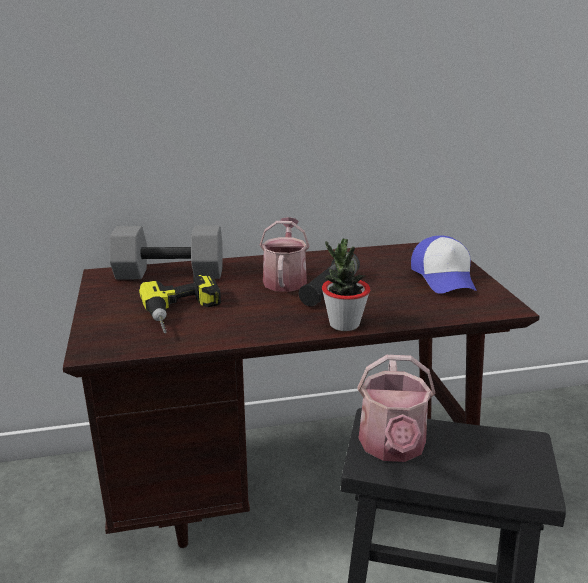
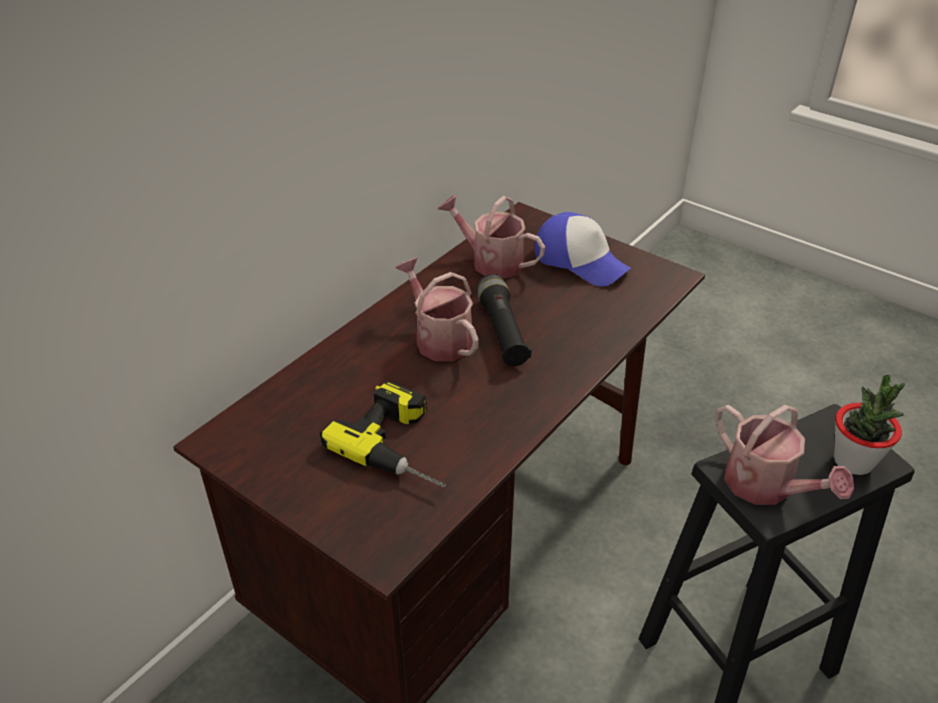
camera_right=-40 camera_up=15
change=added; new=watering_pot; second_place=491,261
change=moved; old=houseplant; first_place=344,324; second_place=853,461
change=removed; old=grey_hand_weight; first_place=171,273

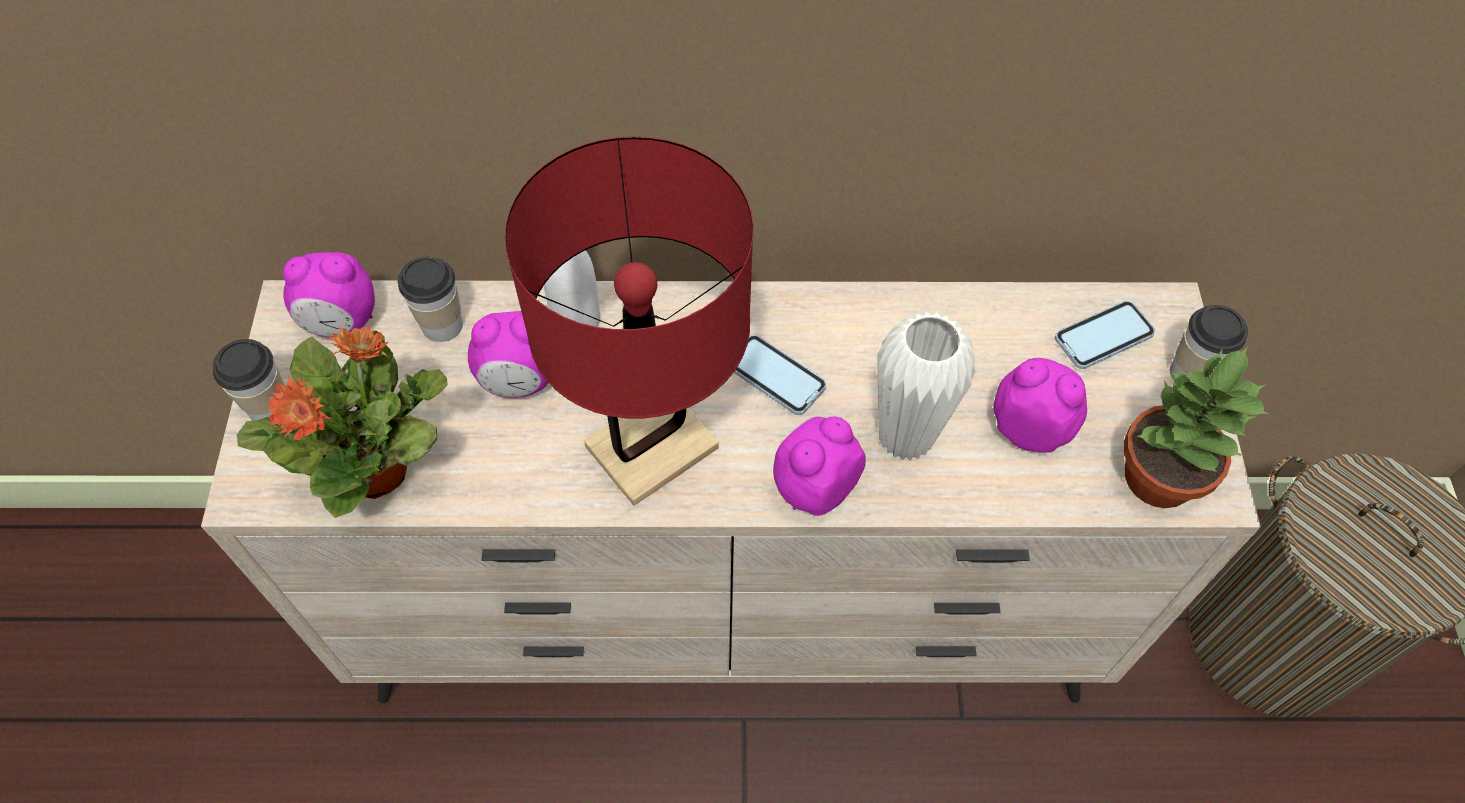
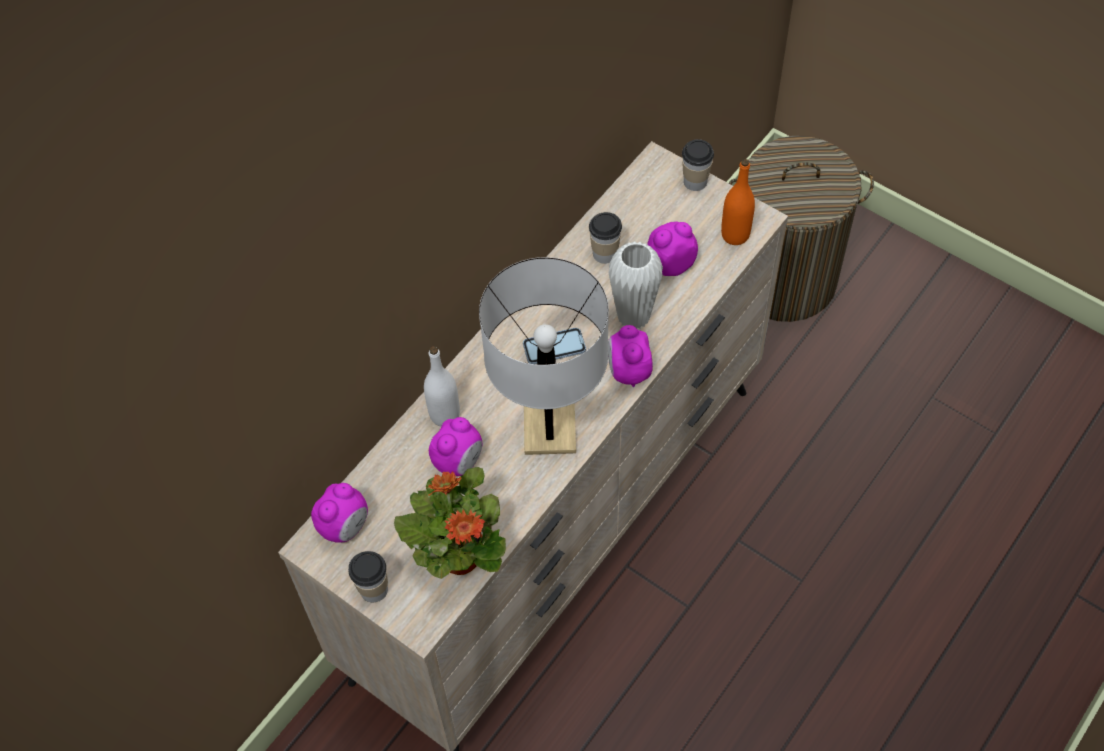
camera_right=-50 camera_up=0
change=recoloured; old=red-coloured_lamp_for_a_table; new=whitish_lamp_for_a_table; first_place=652,448; second_place=550,426
change=moved; old=cup; first_place=442,325; second_place=605,253
change=replaced; old=houseplant; new=orangey_beverage_bottle; first_place=1157,478; second_place=735,235
change=removed; old=handset; first_place=1103,337

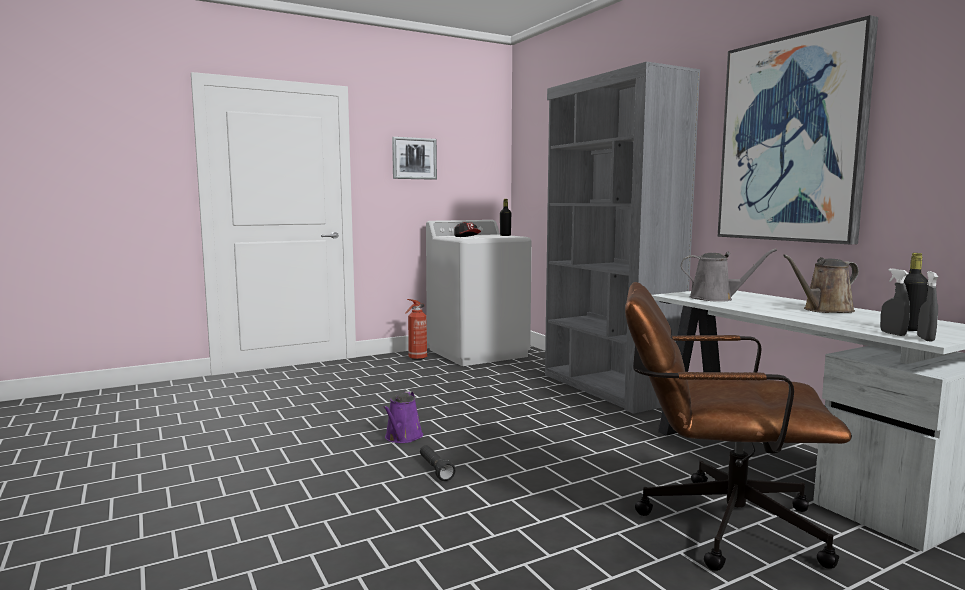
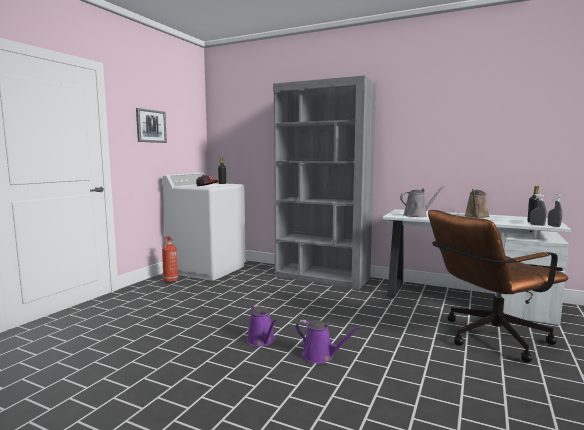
camera_right=-35 camera_up=0
change=replaced; old=black_flashlight; new=purple_watering_pot; first_place=435,470; second_place=321,356
change=removed; old=wall_picture; first_place=791,140

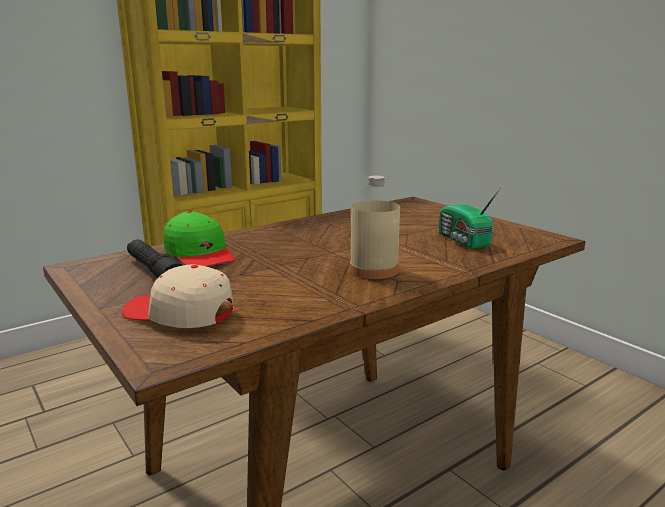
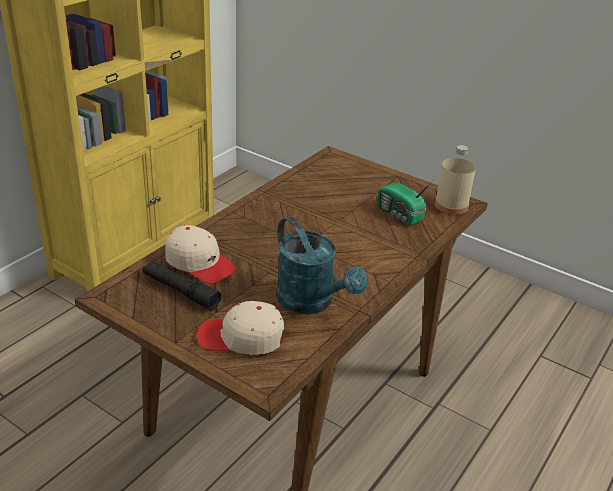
camera_right=-20 camera_up=15
change=recoloured; old=green_baseball_cap; new=beige-coloured_baseball_cap; first_place=200,254; second_place=200,263
change=added; new=turquoise-coloured_watering_pot; second_place=311,302
change=moved; old=beige-coloured_beverage_bottle; first_place=374,270; second_place=451,205

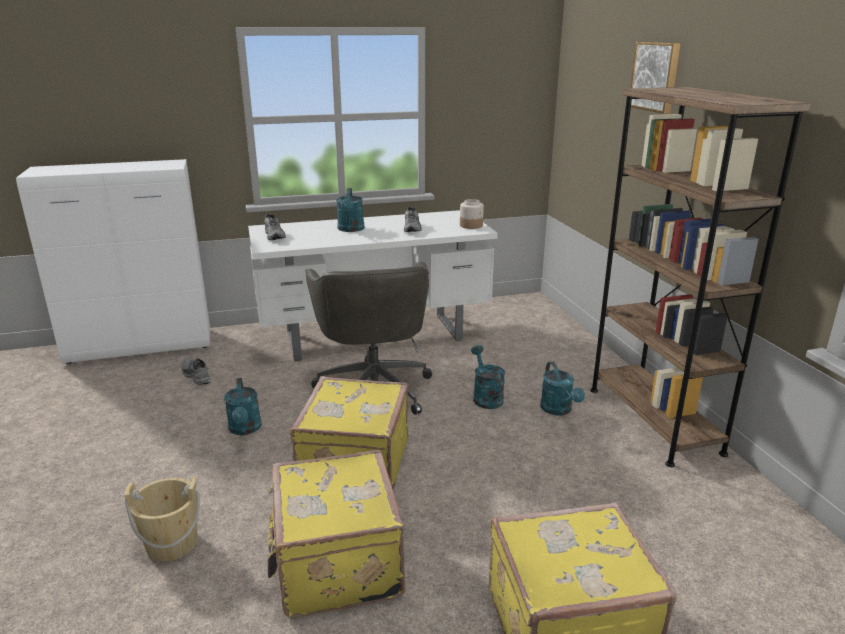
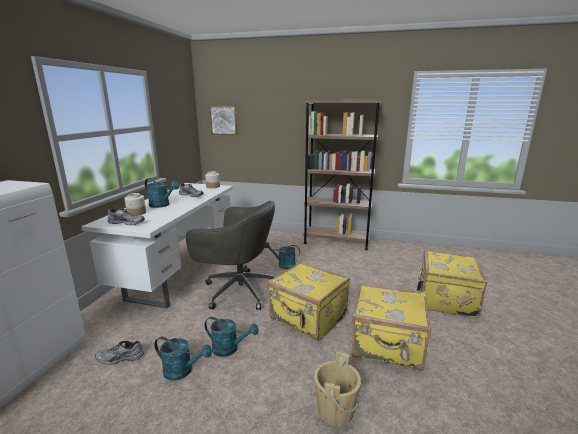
camera_right=-60 camera_up=-5
change=added; new=preserve_jar; second_place=136,213
change=moved; old=turquoise-coloured_watering_pot; first_place=559,410; second_place=183,371
change=moved; old=wall_picture; first_place=656,76; second_place=224,120

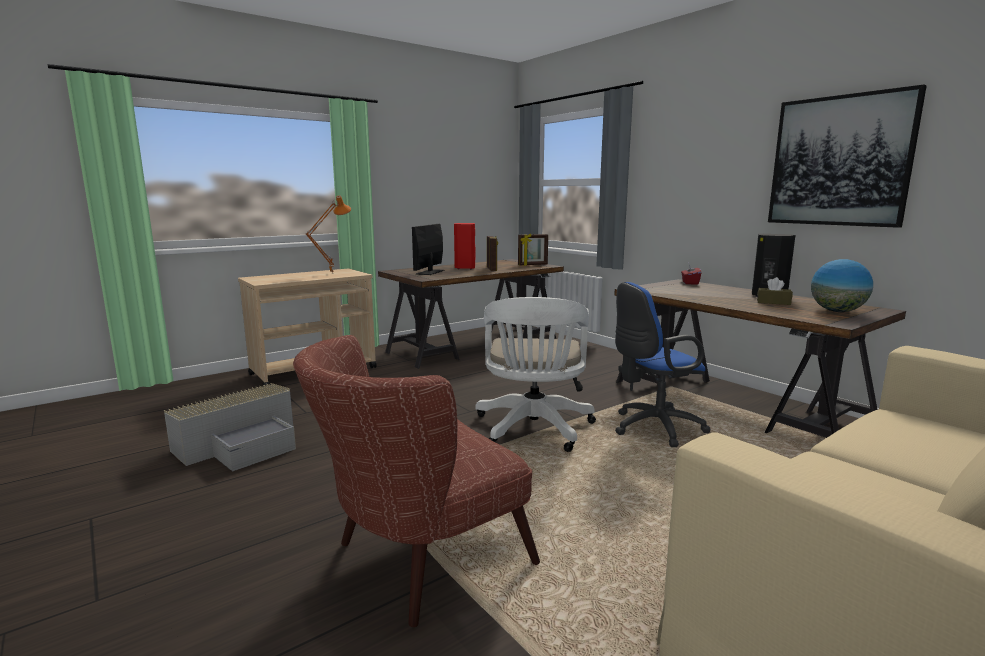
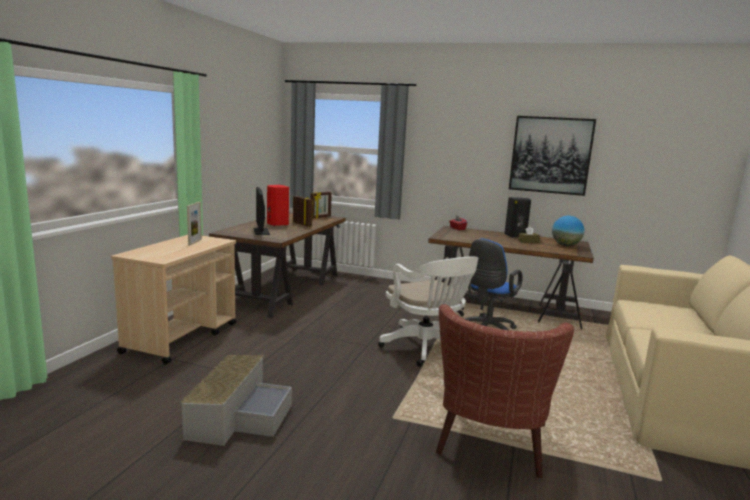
camera_right=-35 camera_up=0
change=replaced; old=orangey_lamp_for_a_table; new=standing_frame; first_place=331,273; second_place=195,242

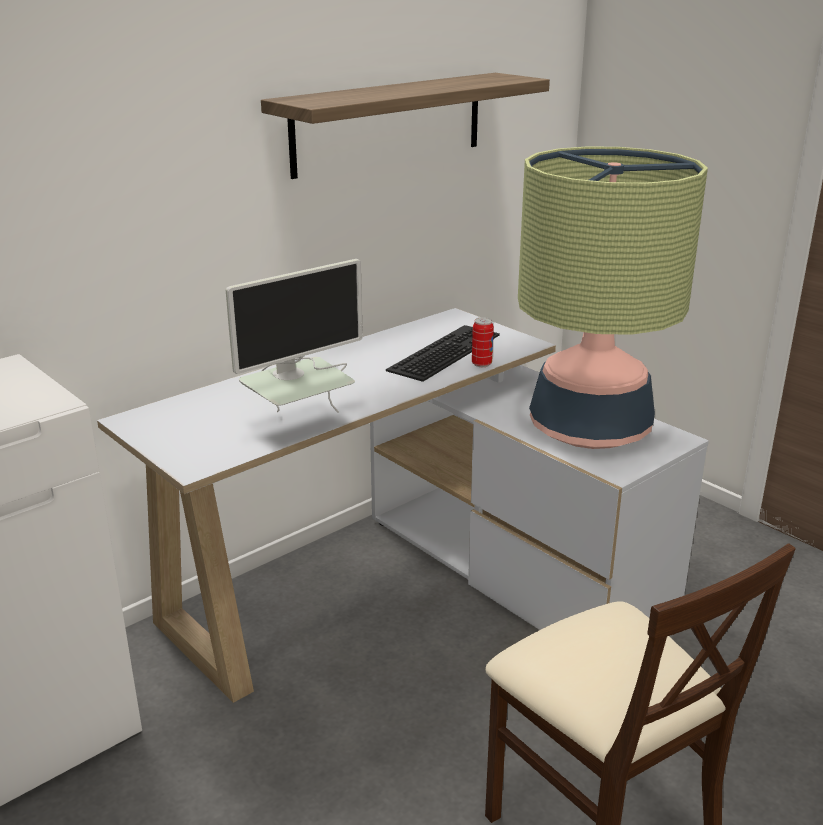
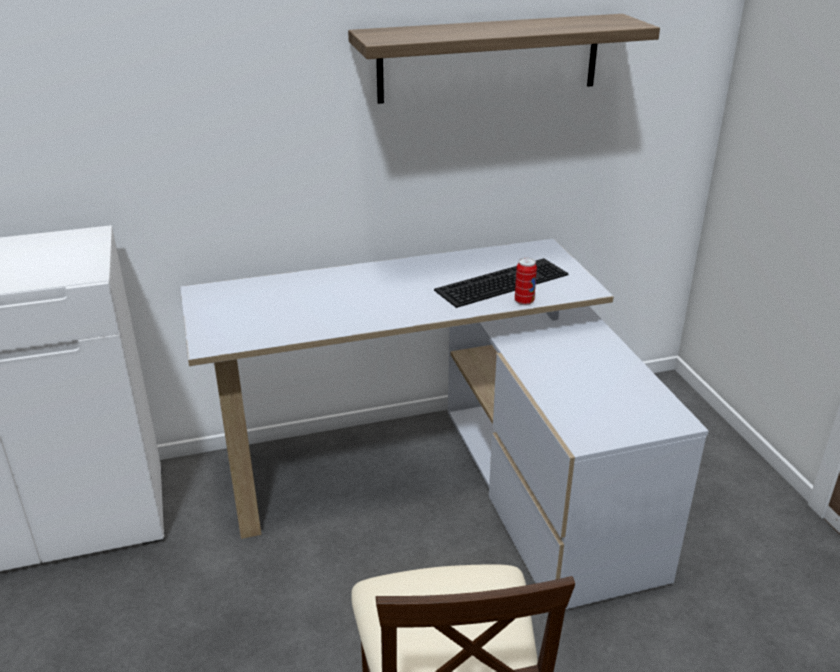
camera_right=25 camera_up=5
change=removed; old=monitor; first_place=299,425
change=removed; old=lamp_for_a_table; first_place=589,429

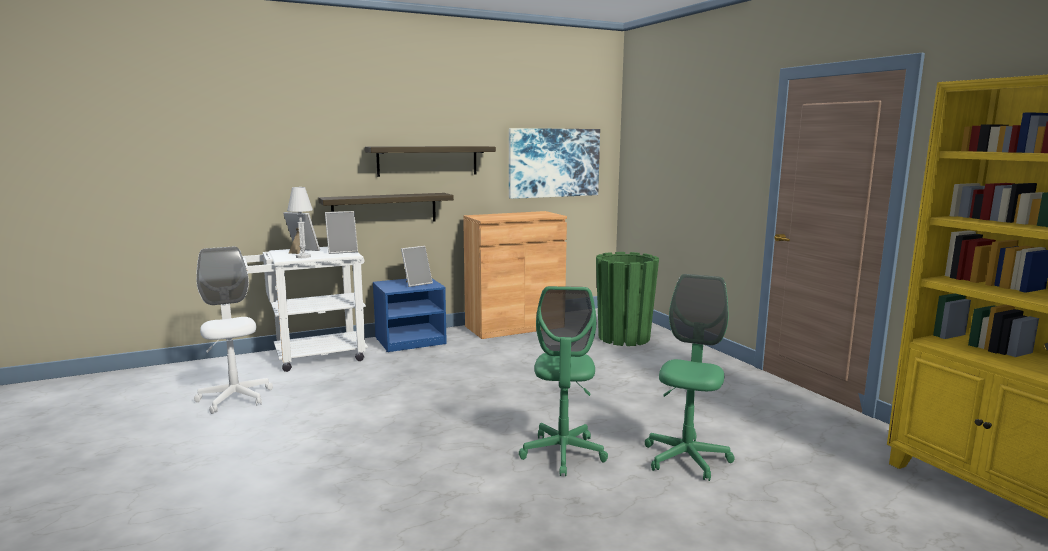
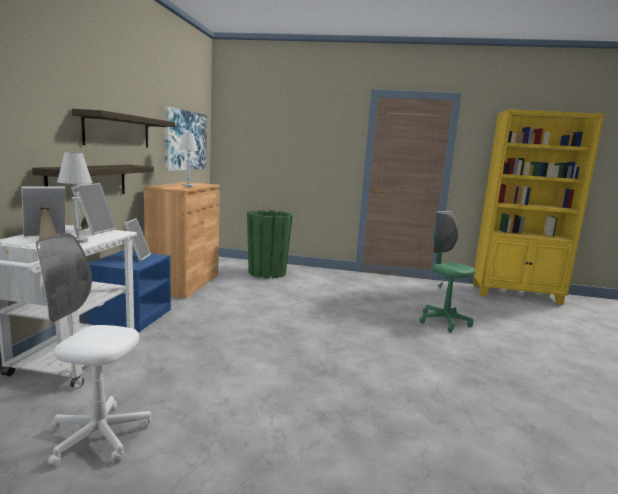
camera_right=-55 camera_up=0
change=added; new=whitish_lamp_for_a_table; second_place=188,186
change=removed; old=green_computer_chair; first_place=563,454

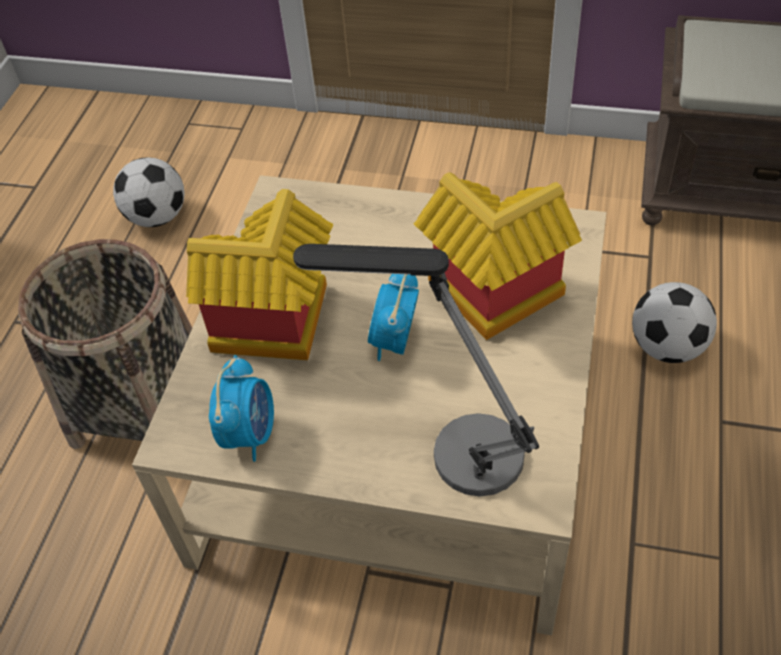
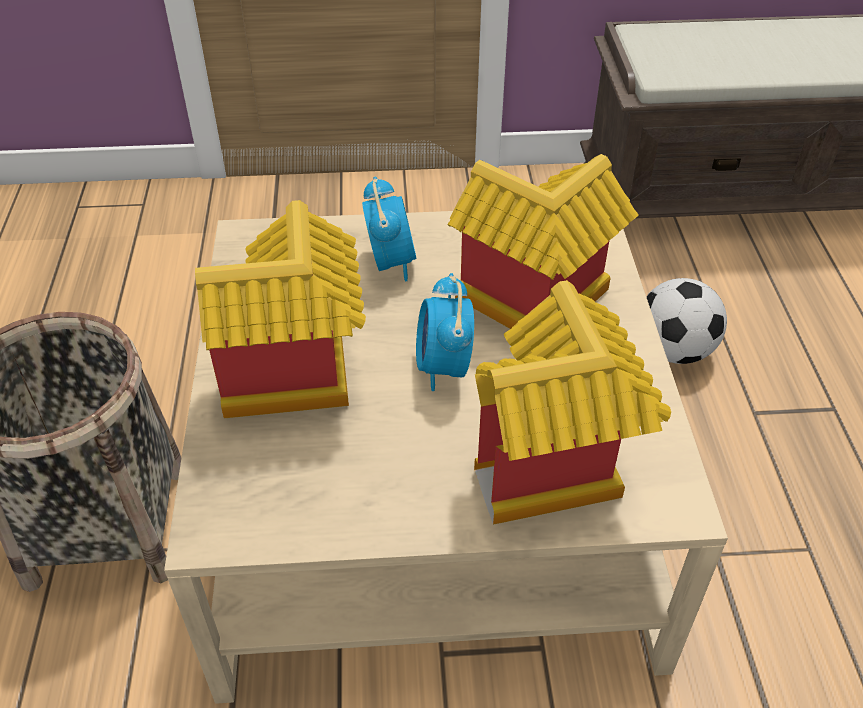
camera_right=-20 camera_up=-5
change=moved; old=alarm_clock; first_place=250,433; second_place=390,262
change=replaced; old=lamp_for_a_table; new=miniature_house; first_place=451,450; second_place=554,471
change=removed; old=football_ball; first_place=157,217

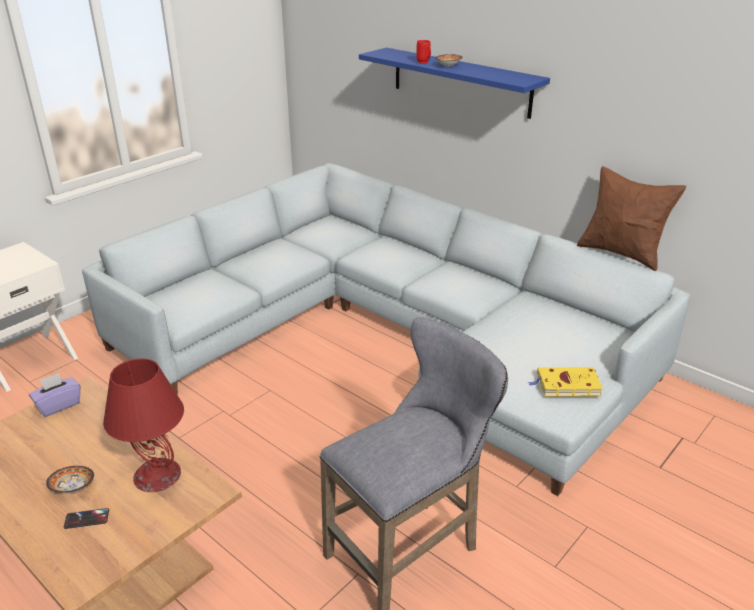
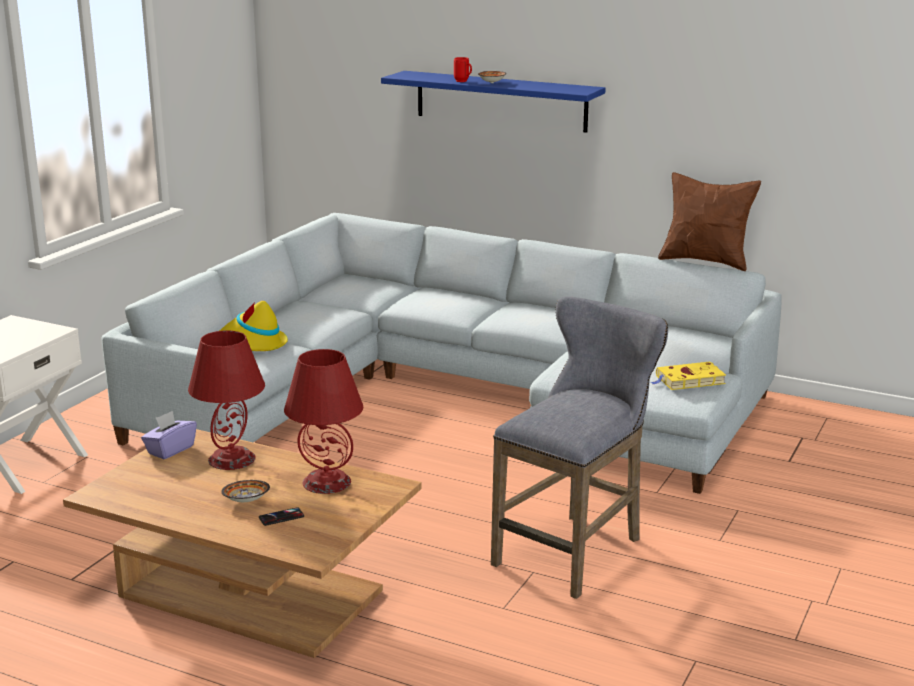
camera_right=-15 camera_up=-10
change=added; new=red-coloured_lamp_for_a_table; second_place=232,459
change=added; new=yellow_wearable_hat; second_place=251,344

